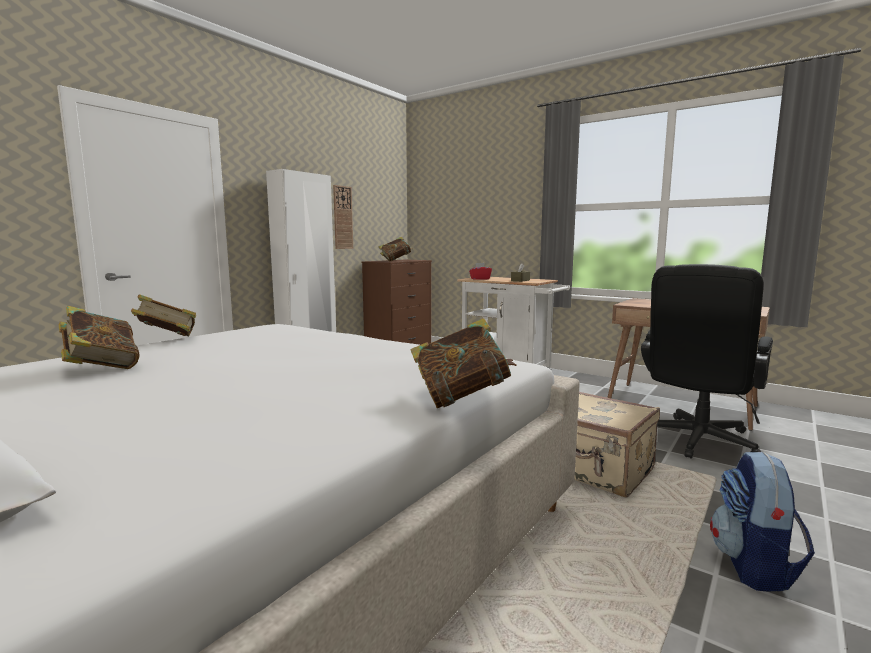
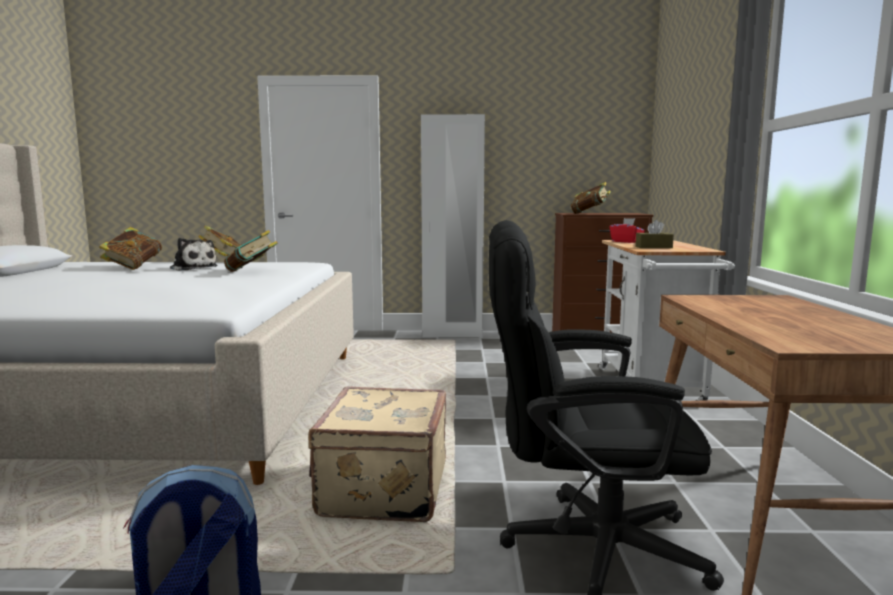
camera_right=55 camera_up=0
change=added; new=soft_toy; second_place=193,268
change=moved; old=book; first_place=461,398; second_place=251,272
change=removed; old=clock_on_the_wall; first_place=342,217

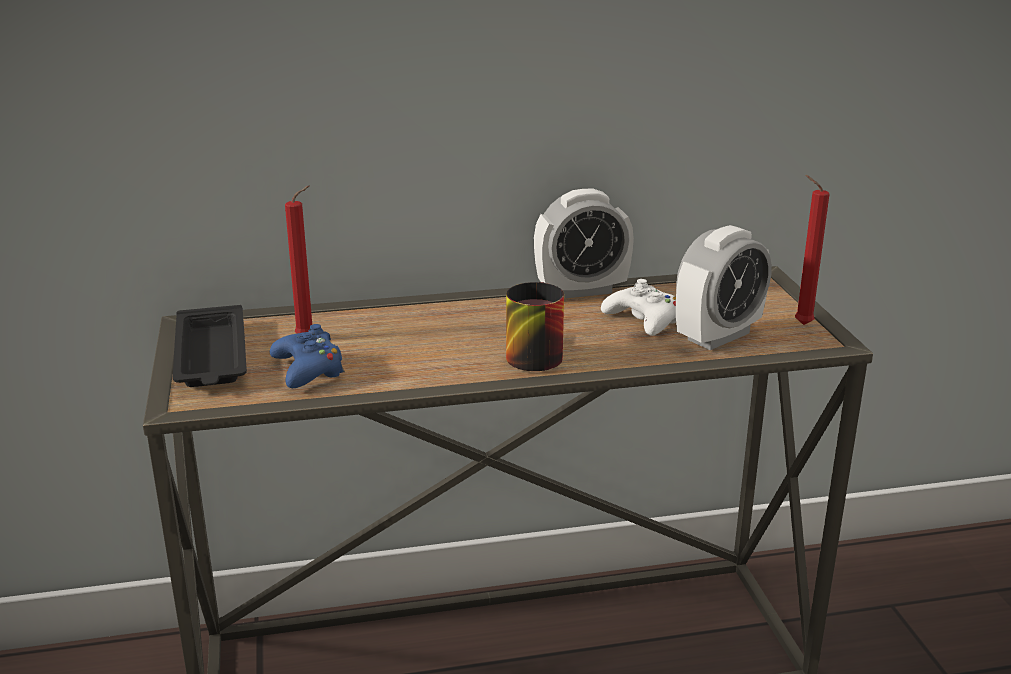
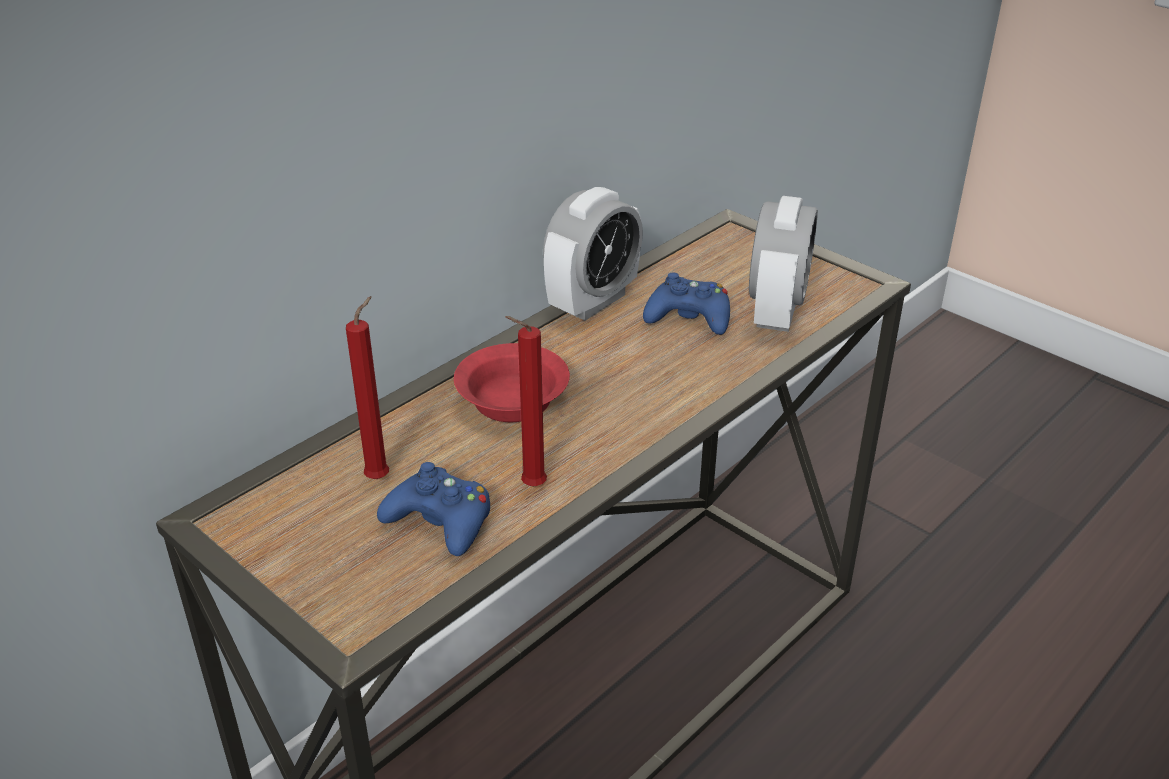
camera_right=-35 camera_up=10
change=added; new=red-coloured_bowl; second_place=515,403
change=moved; old=red-coloured_candle; first_place=800,324; second_place=529,486
change=recoloured; old=whitish_game_controller; new=blue-coloured_game_controller; first_place=644,320; second_place=689,317
change=removed; old=black_tray; first_place=211,356
change=removed; old=tea_mug; first_place=530,352

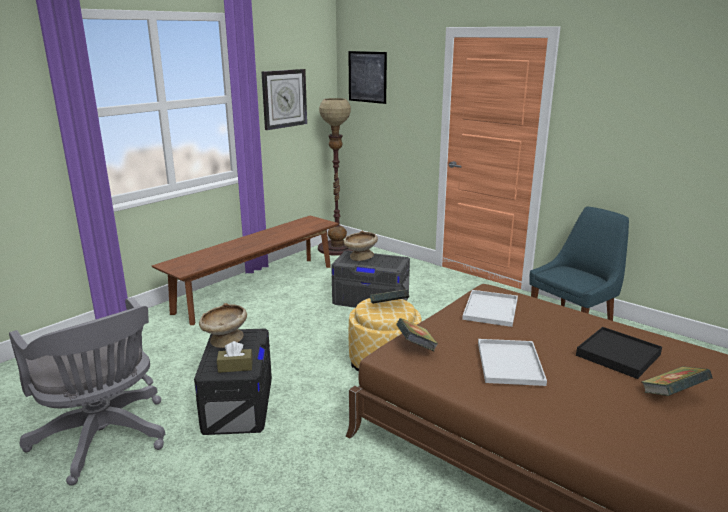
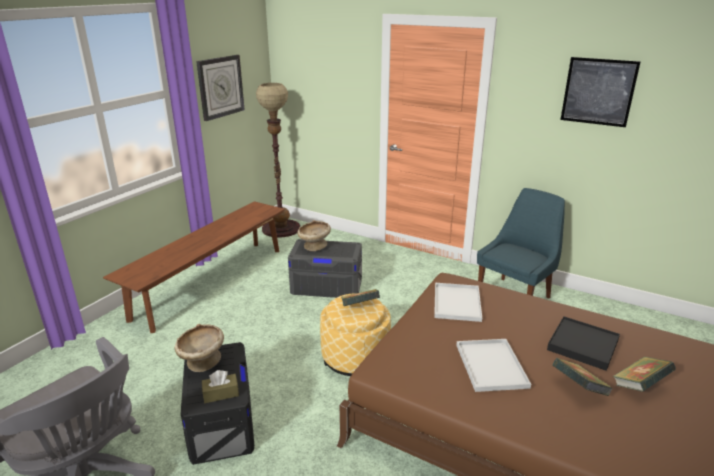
camera_right=-10 camera_up=5
change=moved; old=book; first_place=416,347; second_place=578,389
change=moved; old=wall_picture; first_place=367,77; second_place=598,92

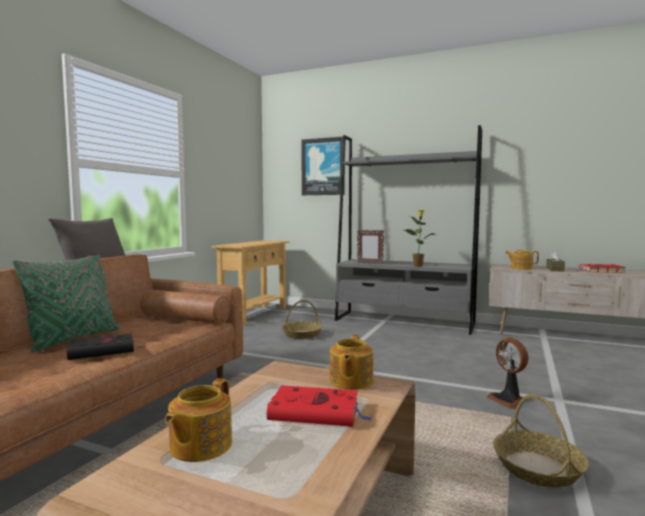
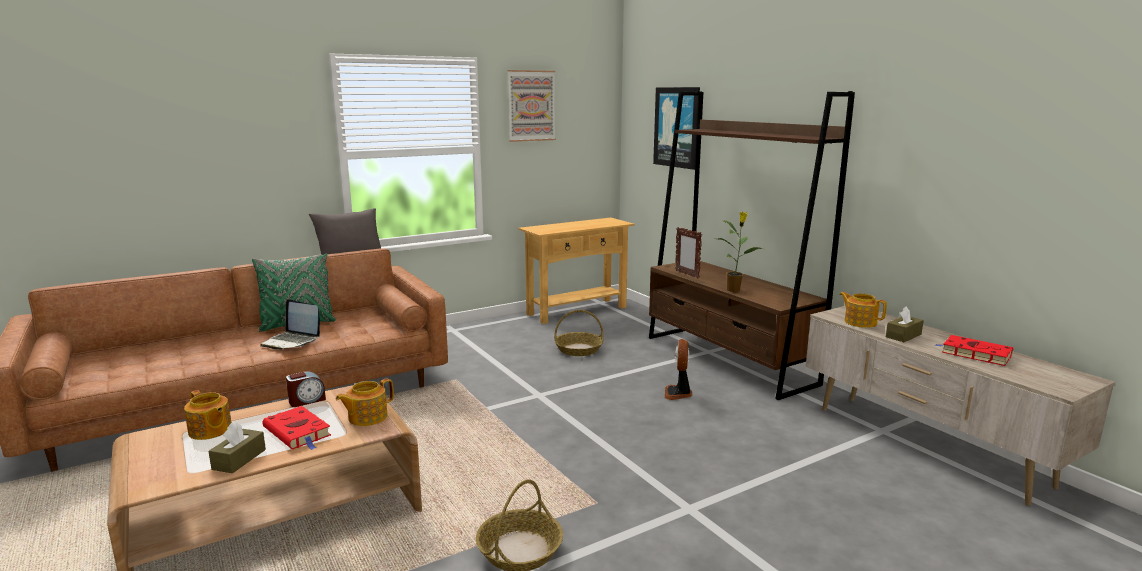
camera_right=35 camera_up=10
change=turned; old=tea_pot; first_place=199,446; second_place=210,431; degrees=-105
change=added; new=brownish_tissue_holder; second_place=239,459
change=replaced; old=black_book; new=laptop; first_place=104,351; second_place=292,341
change=added; new=alarm_clock; second_place=307,400
change=added; new=wall_picture; second_place=531,106
change=recoloured; old=grey_bookshelf; new=brownish_bookshelf; first_place=404,322; second_place=728,360
change=moved; old=fan; first_place=508,400; second_place=678,393

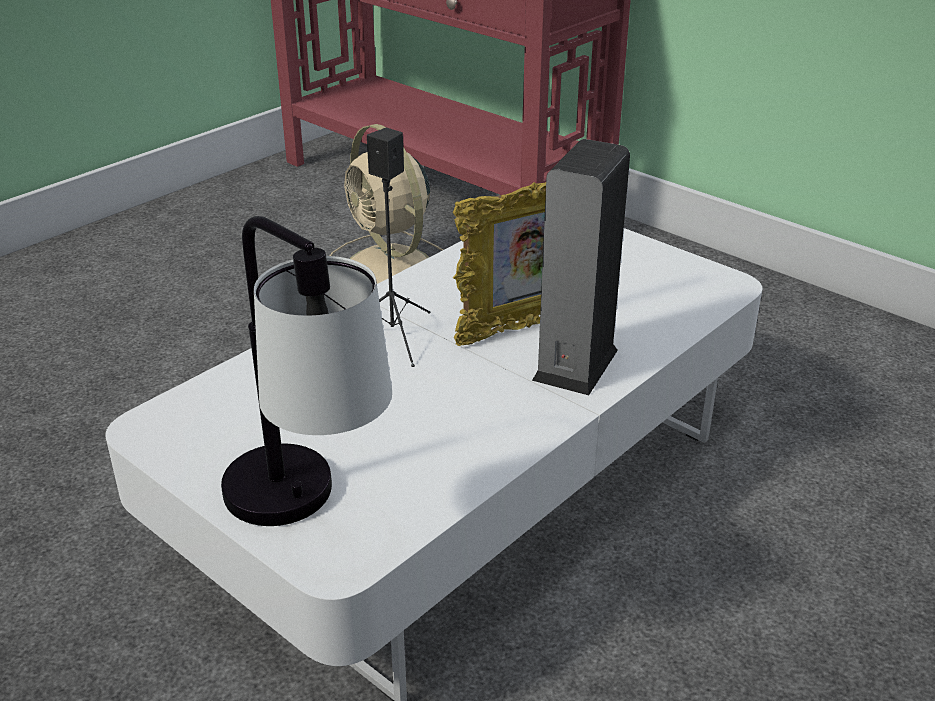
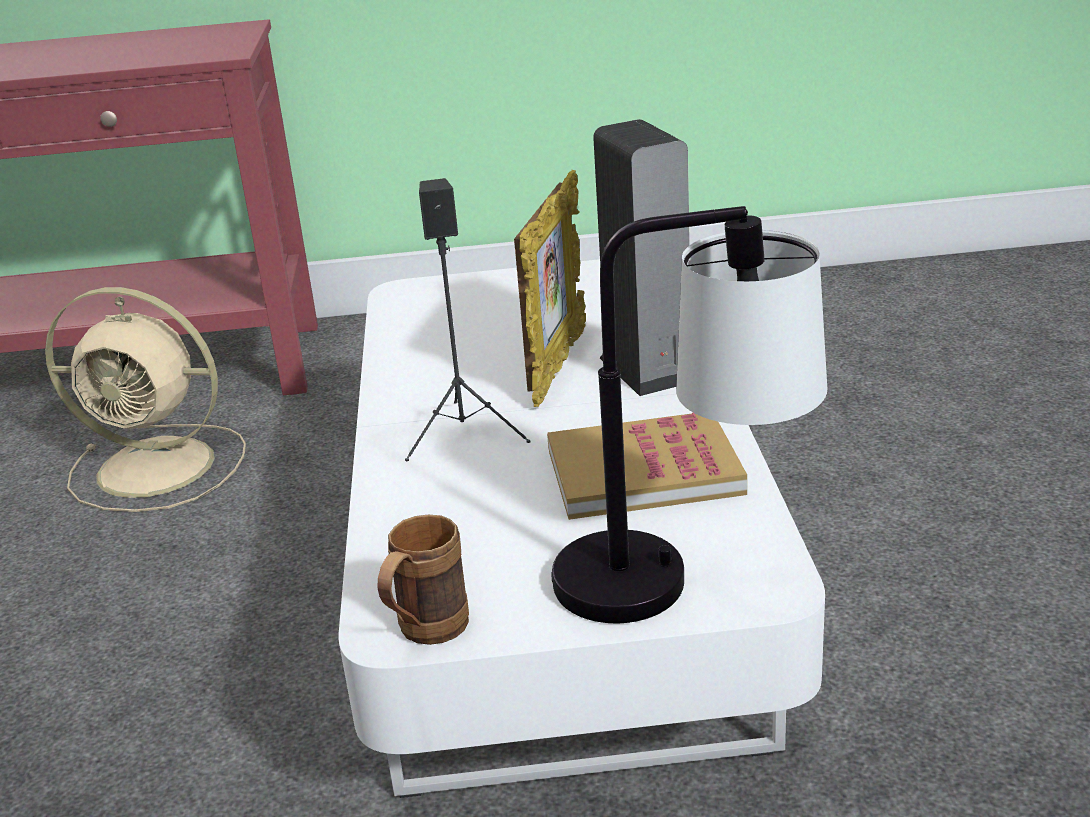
camera_right=-45 camera_up=-5
change=added; new=brownish_tea_mug; second_place=424,634
change=added; new=book; second_place=643,471

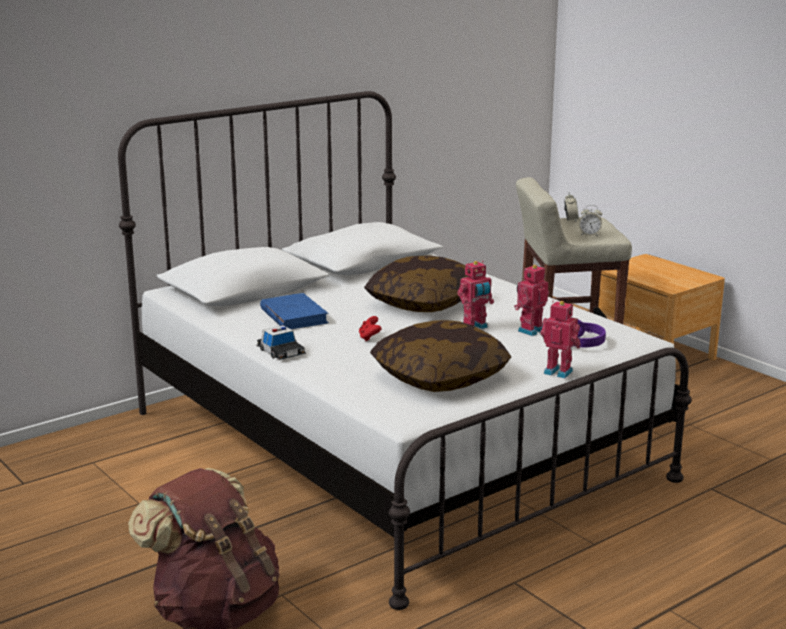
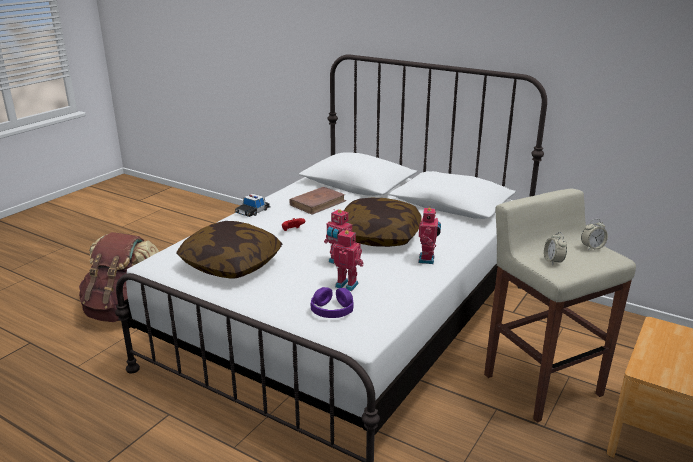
camera_right=70 camera_up=5
change=recoloured; old=blue-coloured_book; new=brownish_book; first_place=294,316; second_place=318,203
change=moved; old=model_robot; first_place=559,371; second_place=428,259

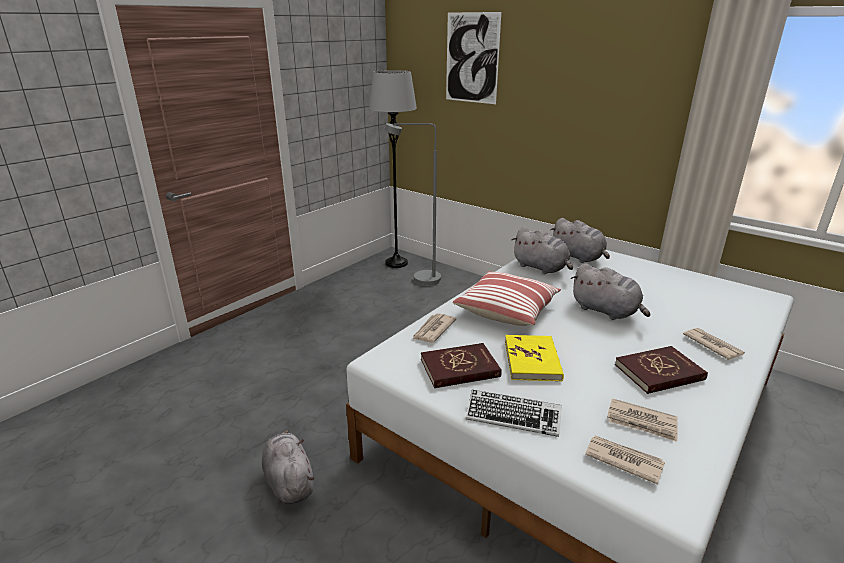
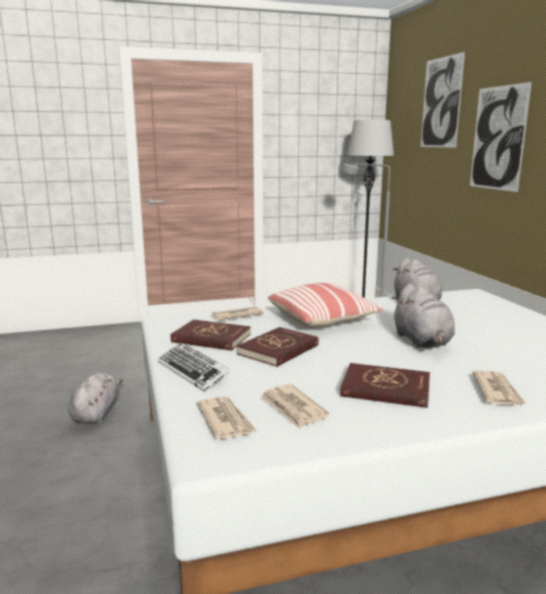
camera_right=35 camera_up=-10
change=recoloured; old=yellow_book; new=red-coloured_book; first_place=532,360; second_place=278,350
change=added; new=wall_picture; second_place=498,138
change=removed; old=grey_soft_toy; first_place=578,257

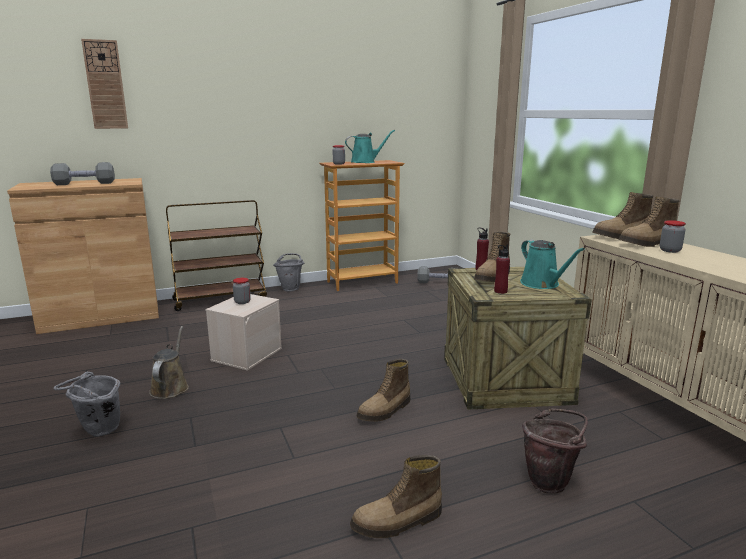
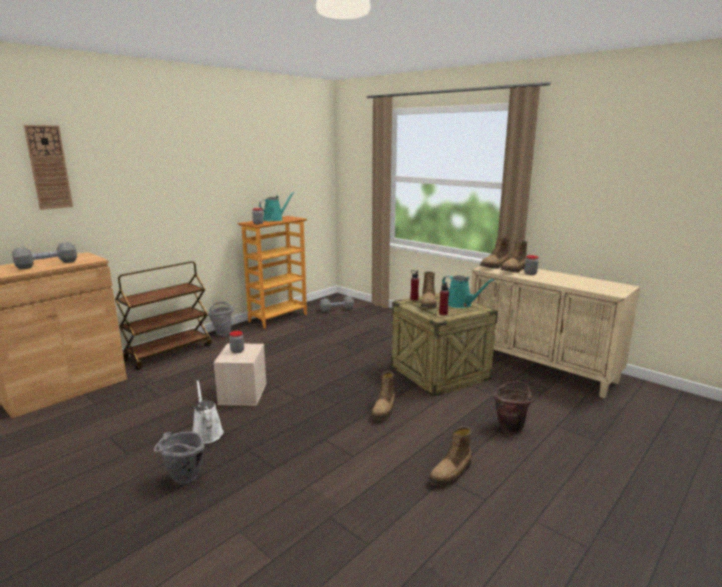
camera_right=-25 camera_up=0
change=recoloured; old=brownish_watering_pot; new=whitish_watering_pot; first_place=170,387; second_place=206,432

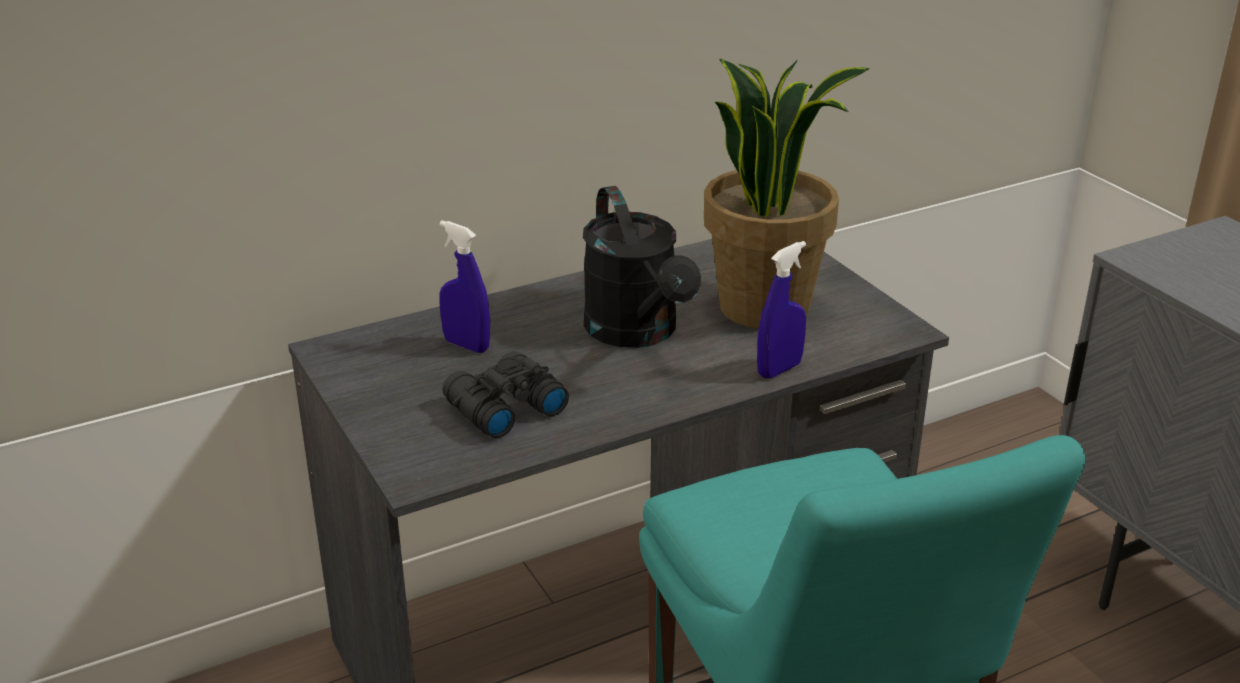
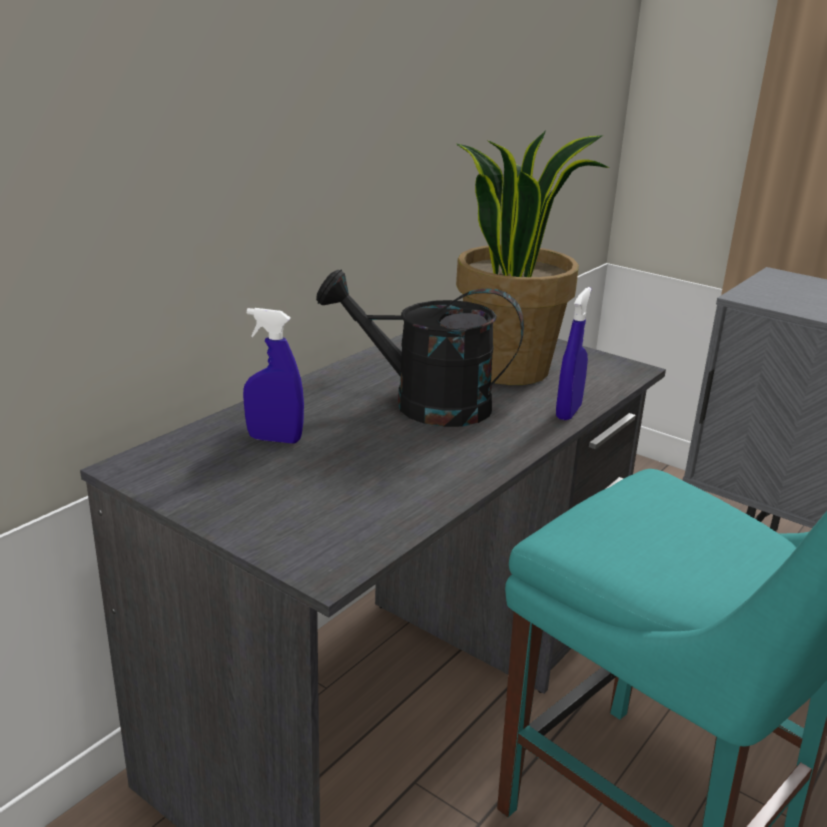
camera_right=-25 camera_up=-5
change=turned; old=black_watering_pot; first_place=638,333; second_place=424,404; degrees=150
change=removed; old=black_field_glasses; first_place=502,408

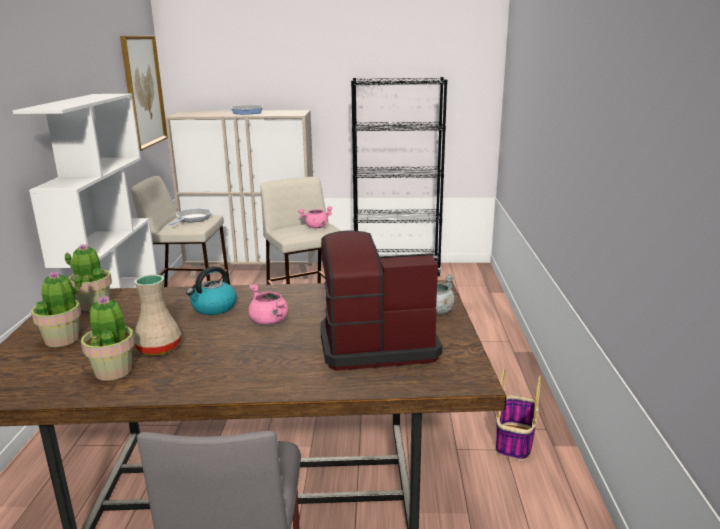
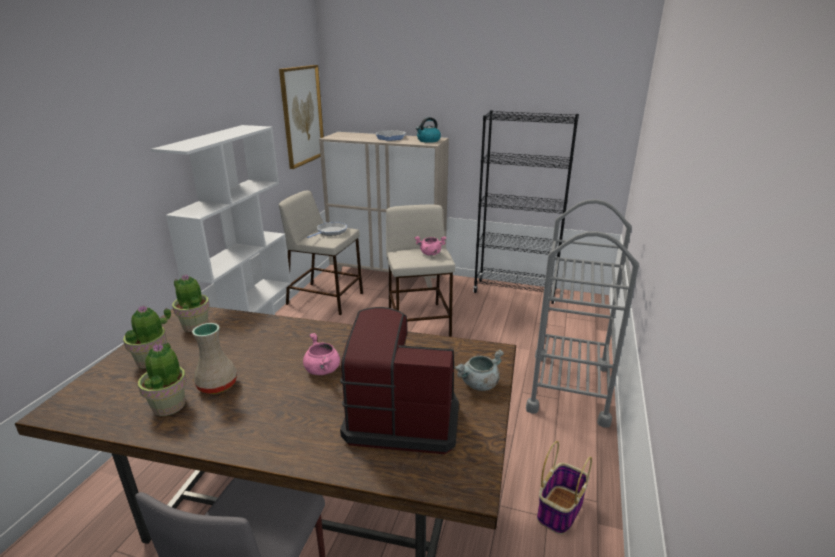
camera_right=15 camera_up=5
change=moved; old=kettle; first_place=213,308; second_place=428,140
change=added; new=grey_cart; second_place=569,388

